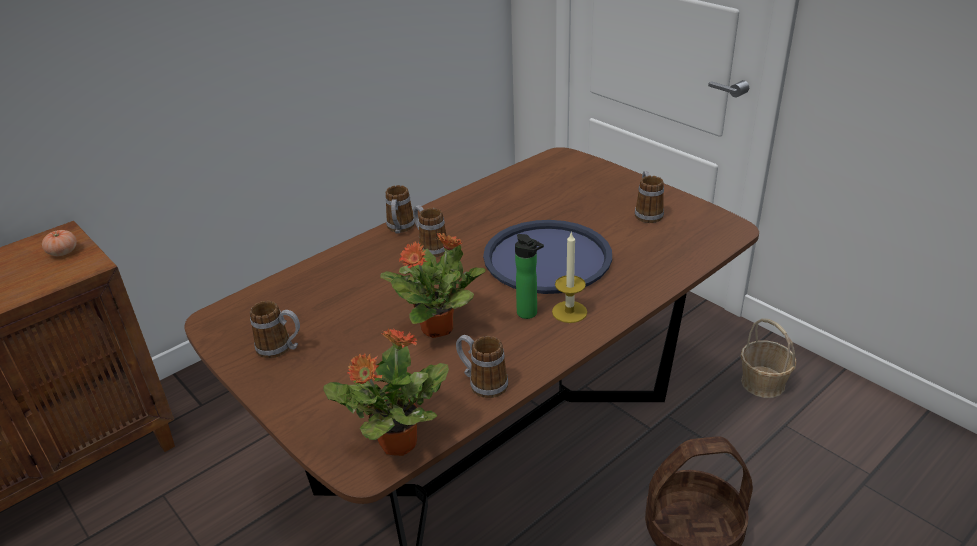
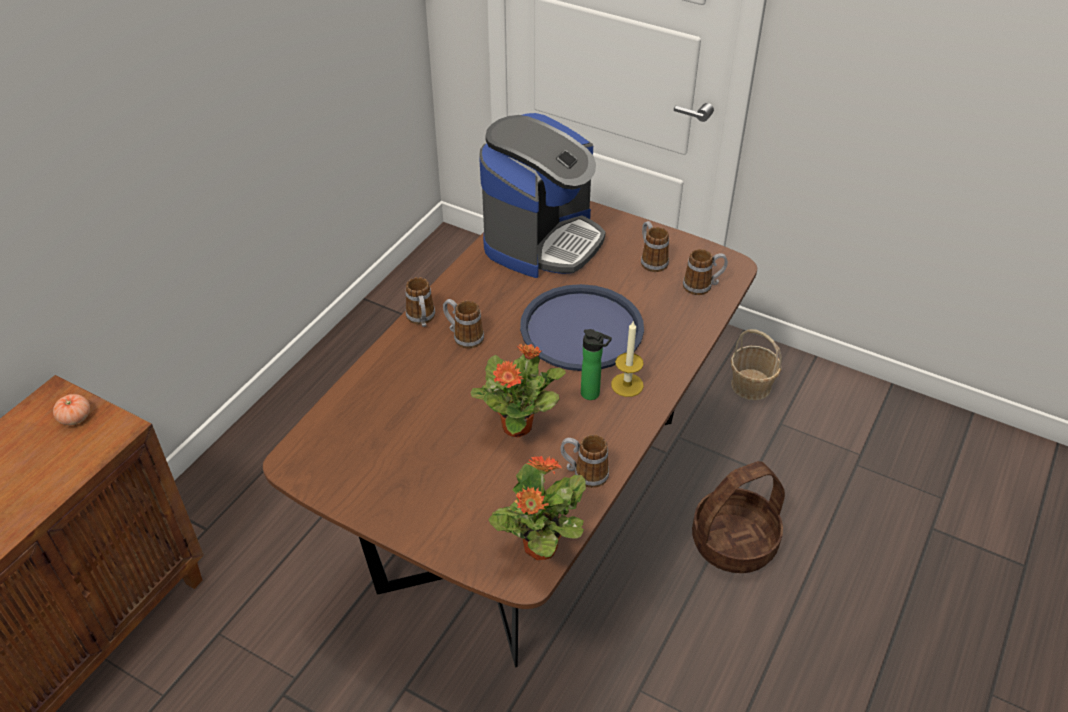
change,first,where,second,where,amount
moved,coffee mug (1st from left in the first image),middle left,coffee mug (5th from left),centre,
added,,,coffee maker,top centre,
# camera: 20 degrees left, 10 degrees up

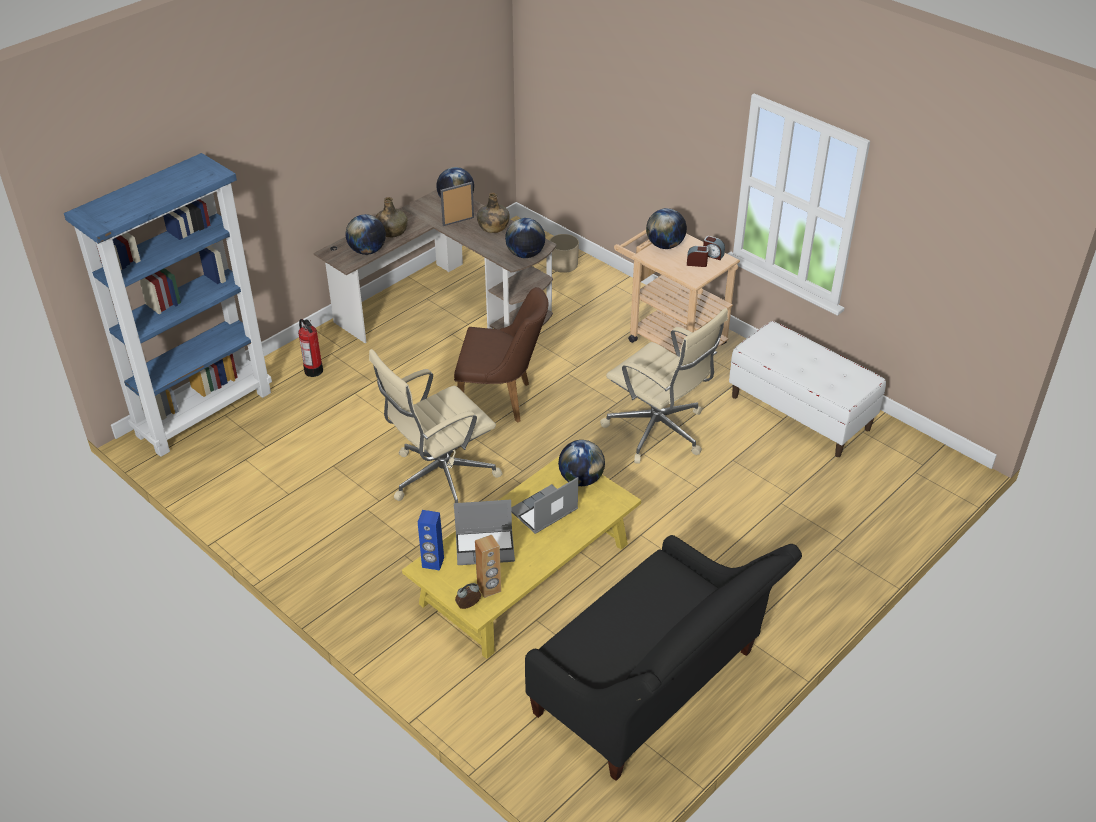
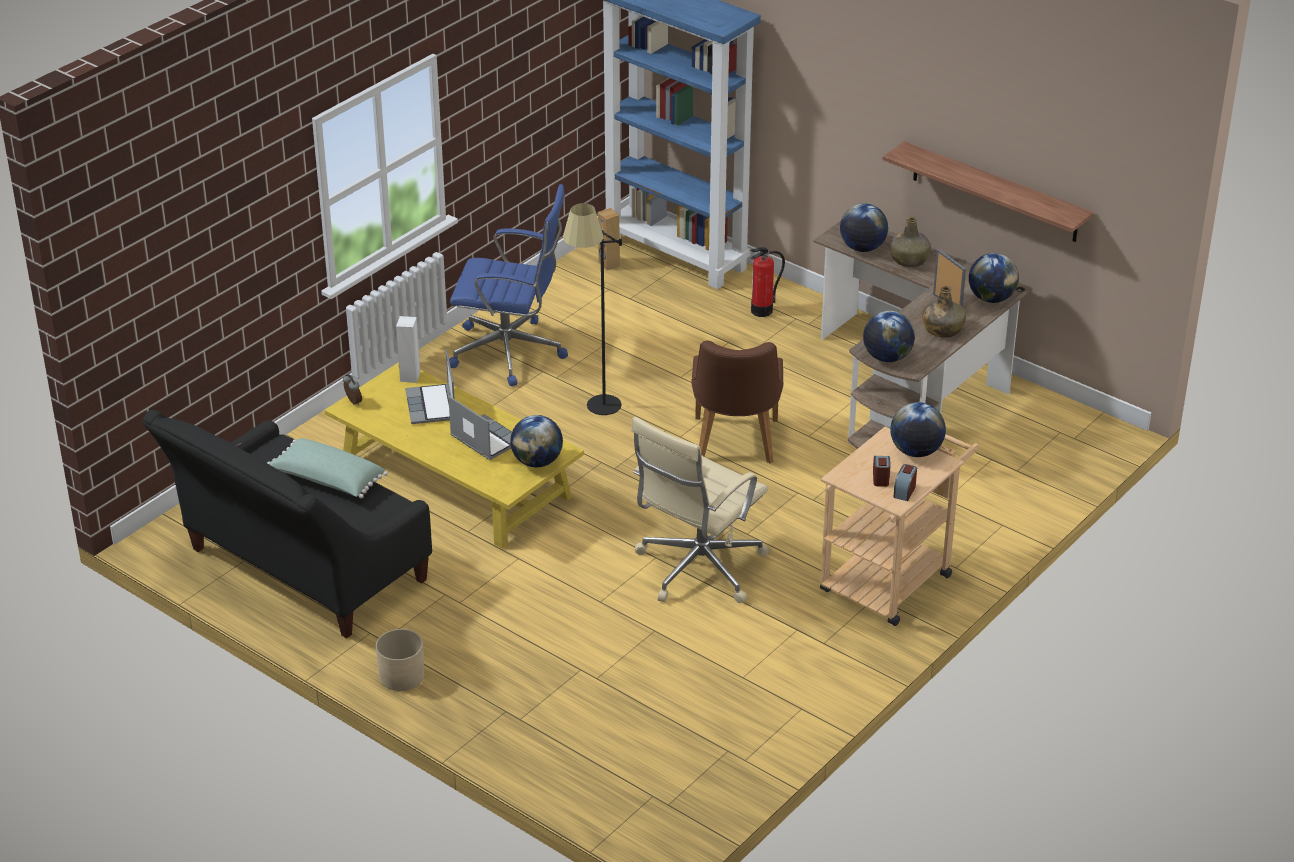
change,first,where,second,where,amount
replaced,beige desk chair (1st from left),centre,black-coloured floor lamp,centre,
recoloured,bluish speaker,centre,white speaker,middle left,
moved,brown-coloured speaker,bottom centre,,top centre,
moved,beige plant pot,top centre,,bottom left,
removed,white long seat,middle right,,,
added,,,green-coloured pillow,middle left,
added,,,bluish desk chair,top centre,
added,,,bracket shelf,top right,
# camera: 85 degrees right, 5 degrees down

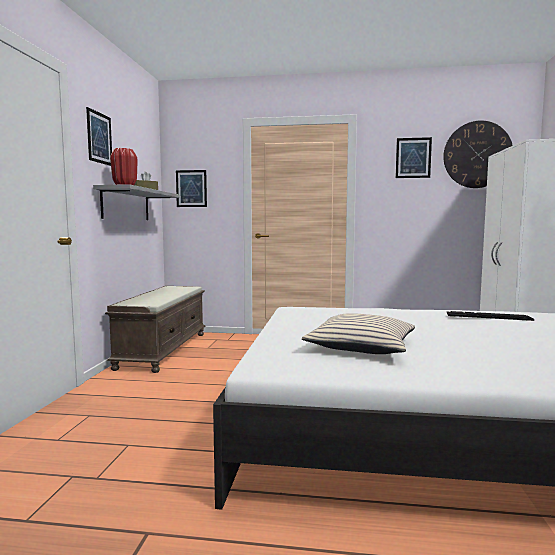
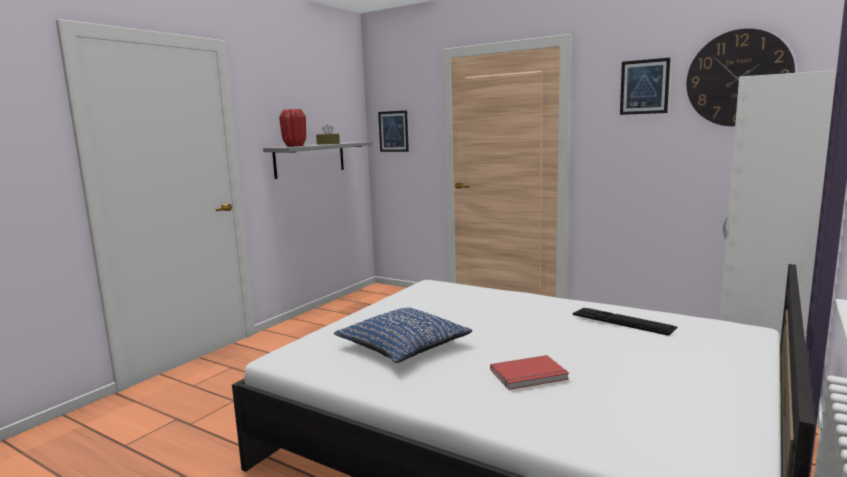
change,first,where,second,where,amount
removed,wall picture (1st from left),top left,,,
removed,brown-coloured long seat,middle left,,,
recoloured,beige pillow,centre,bluish pillow,bottom centre,
added,,,red-coloured bound book,bottom centre,
# camera: 25 degrees right, 5 degrees up

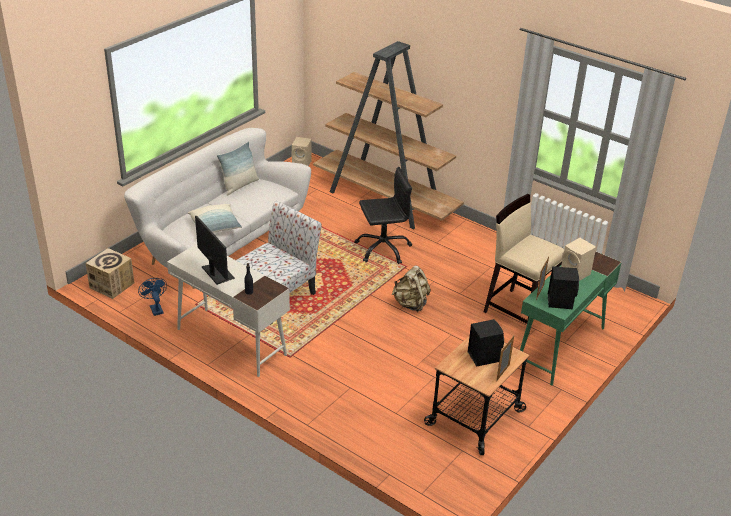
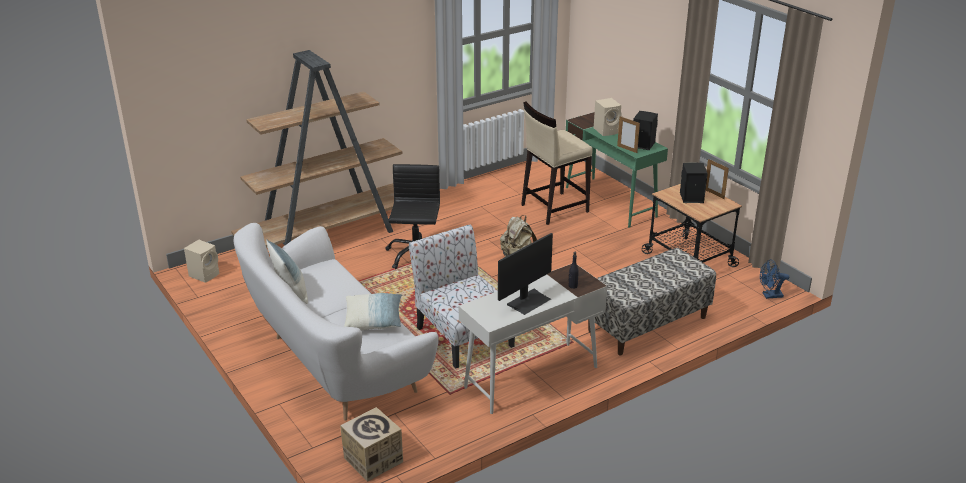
change,first,where,second,where,amount
moved,bluish electric fan,middle left,,middle right,
turned,monitor,middle left,,centre,150 degrees clockwise
added,,,long seat,middle right,
# camera: 70 degrees left, 5 degrees down

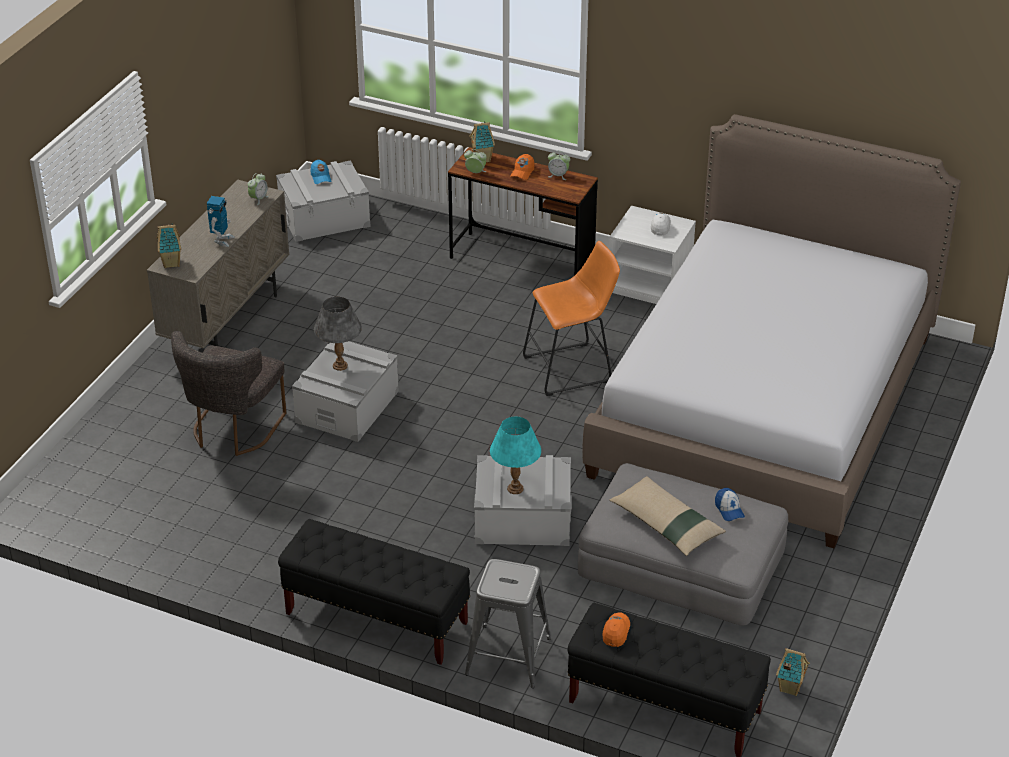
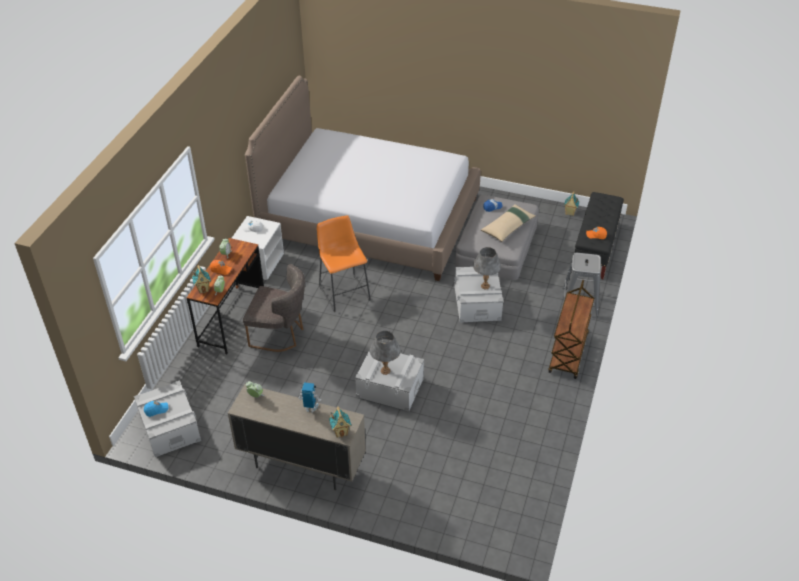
change,first,where,second,where,amount
moved,grey chair,middle left,,centre,
replaced,black-coloured long seat (1st from left),bottom centre,brown-coloured trolley,middle right,
recoloured,turquoise-coloured table lamp,centre,grey table lamp (2nd from left),centre,
# camera: 95 degrees left, 5 degrees up

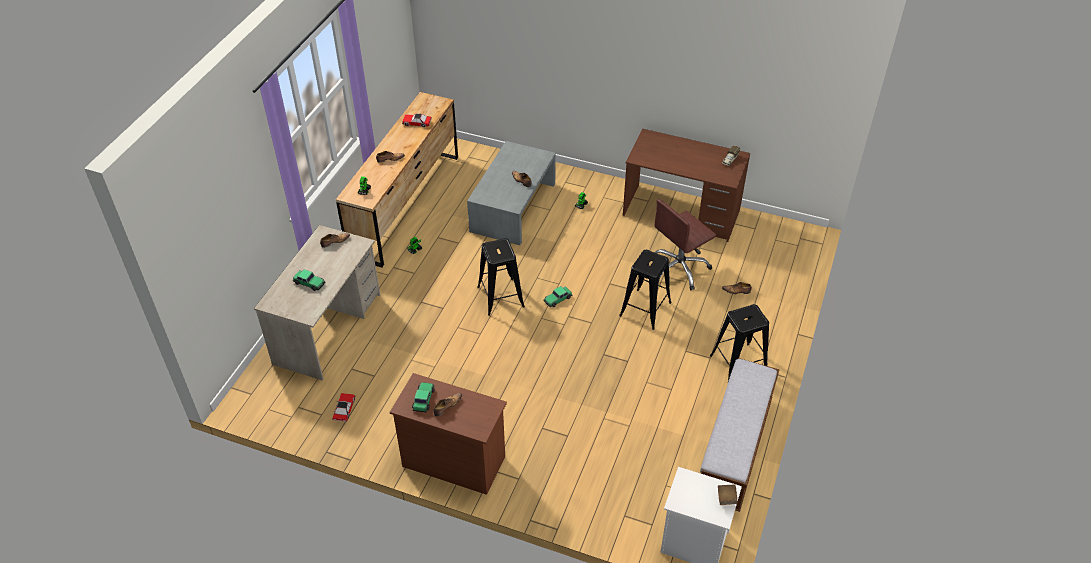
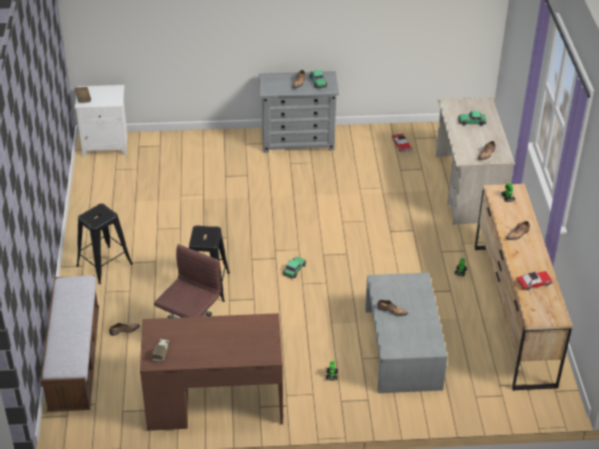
change,first,where,second,where,amount
recoloured,brown-coloured dresser (2nd from left),bottom centre,grey dresser,top centre,
removed,black-coloured stool (1st from left),centre,,,
moved,long seat,bottom right,,bottom left,
# camera: 155 degrees right, 5 degrees down

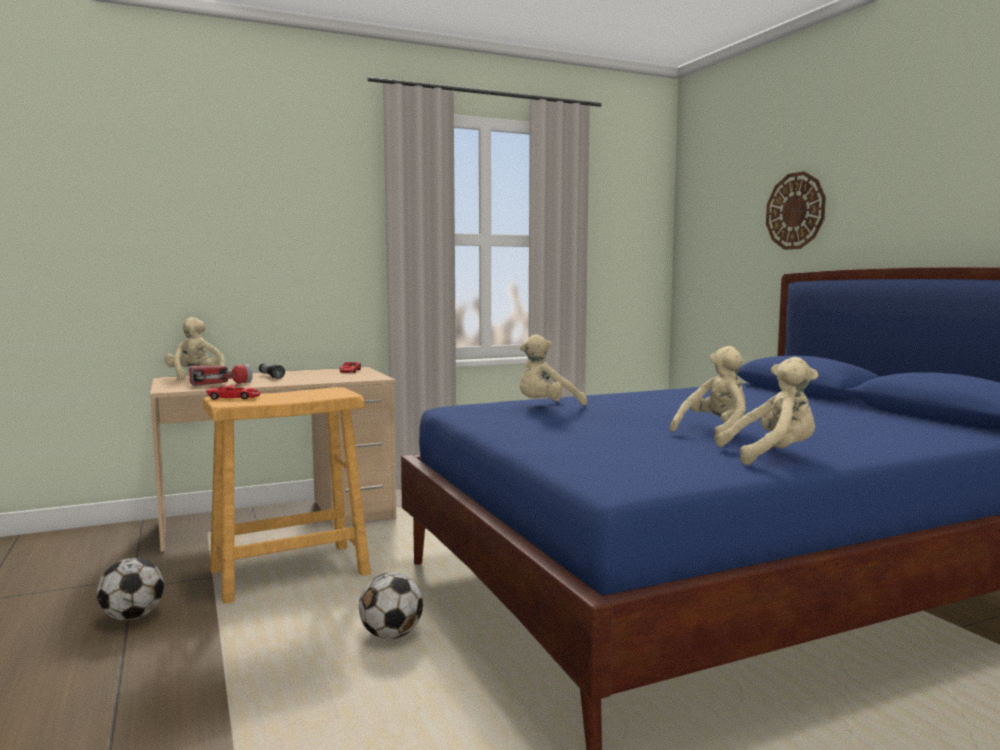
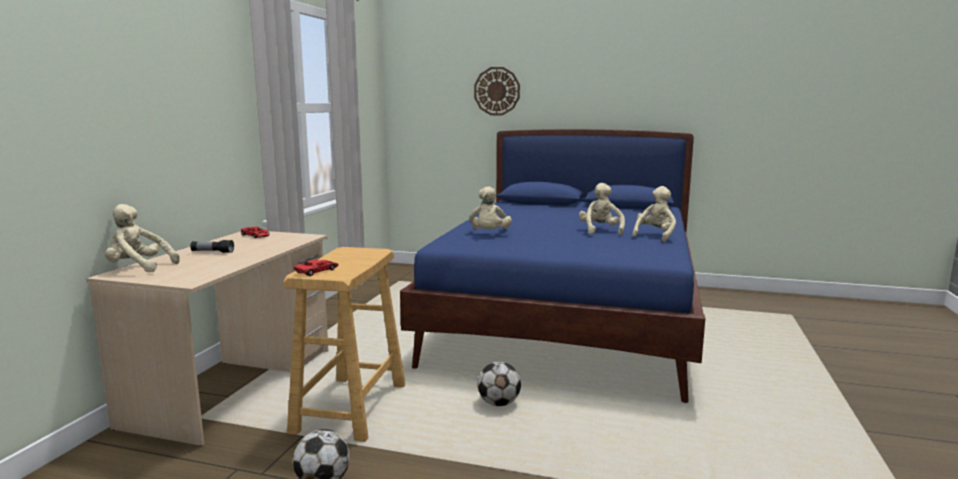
change,first,where,second,where,amount
removed,flashlight (1st from left),middle left,,,
# camera: 50 degrees left, 5 degrees up

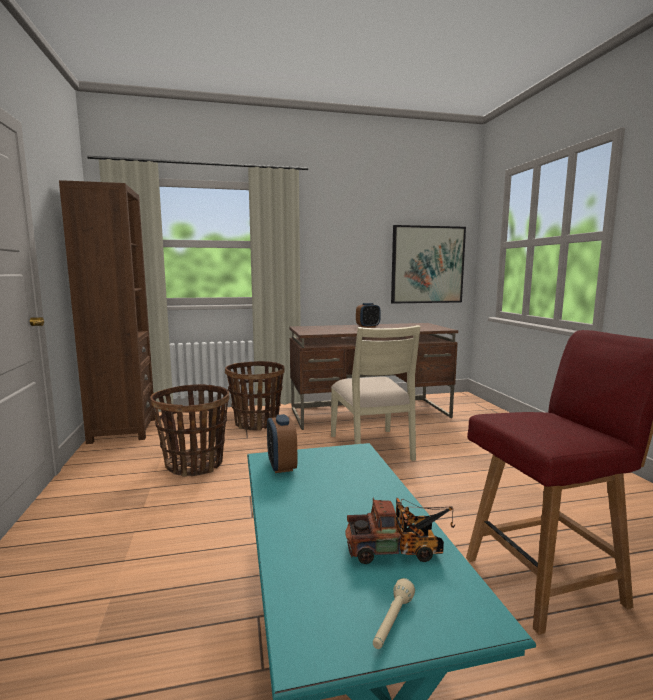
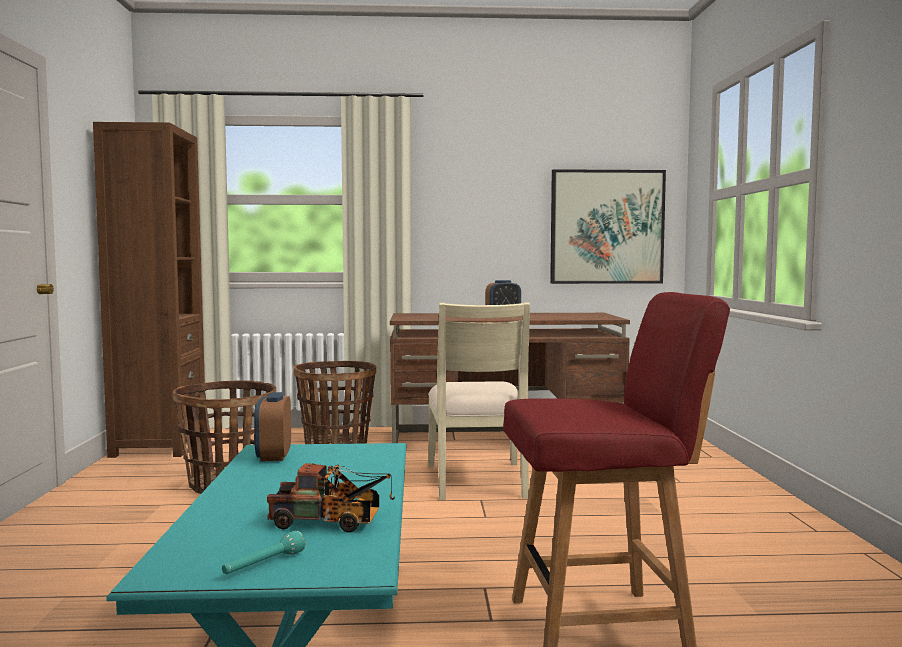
change,first,where,second,where,amount
recoloured,beige flashlight,bottom centre,turquoise-coloured flashlight,bottom left,
# camera: 10 degrees right, 5 degrees down

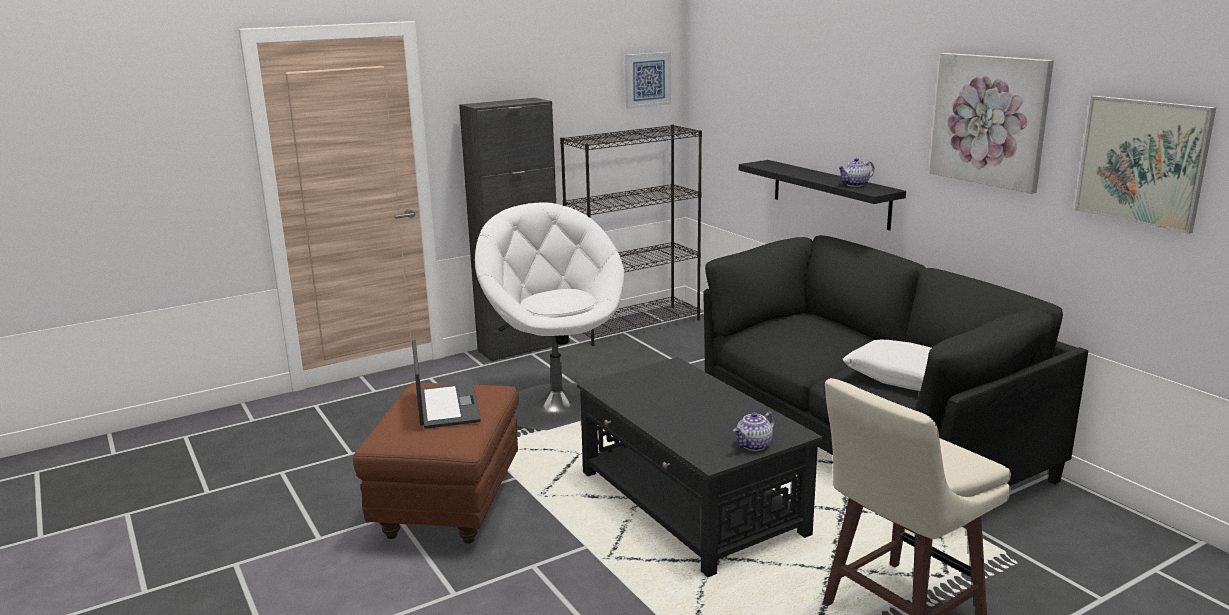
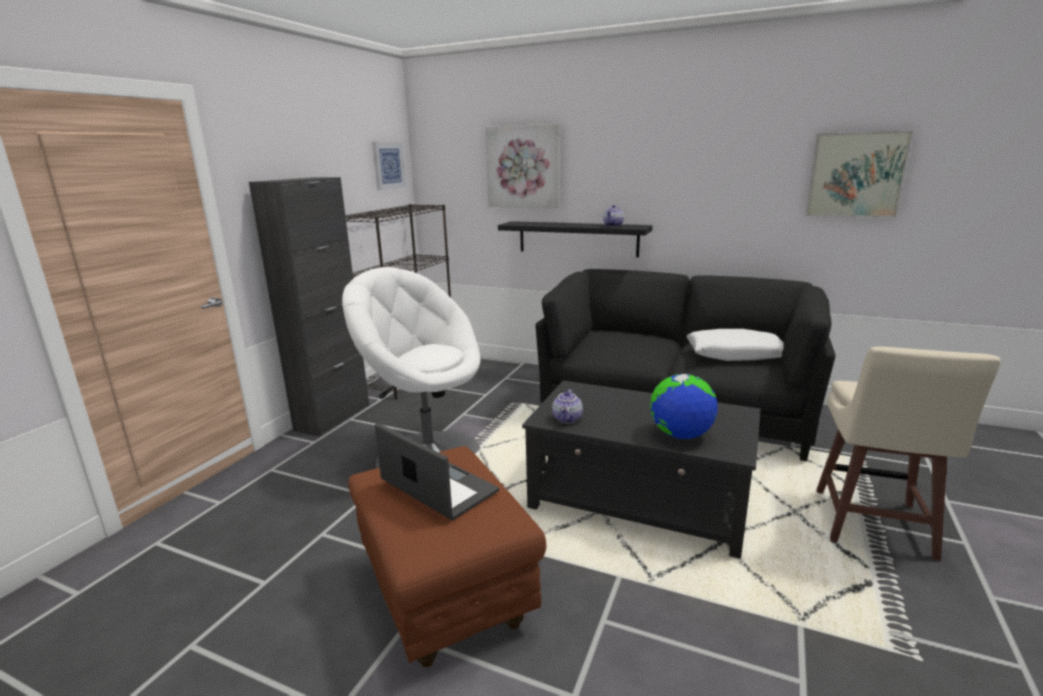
change,first,where,second,where,amount
moved,pot for tea (1st from left),bottom centre,,centre,
moved,wall picture (2nd from left),top right,,top centre,
added,,,world globe,centre,
# camera: 35 degrees left, 0 degrees up

